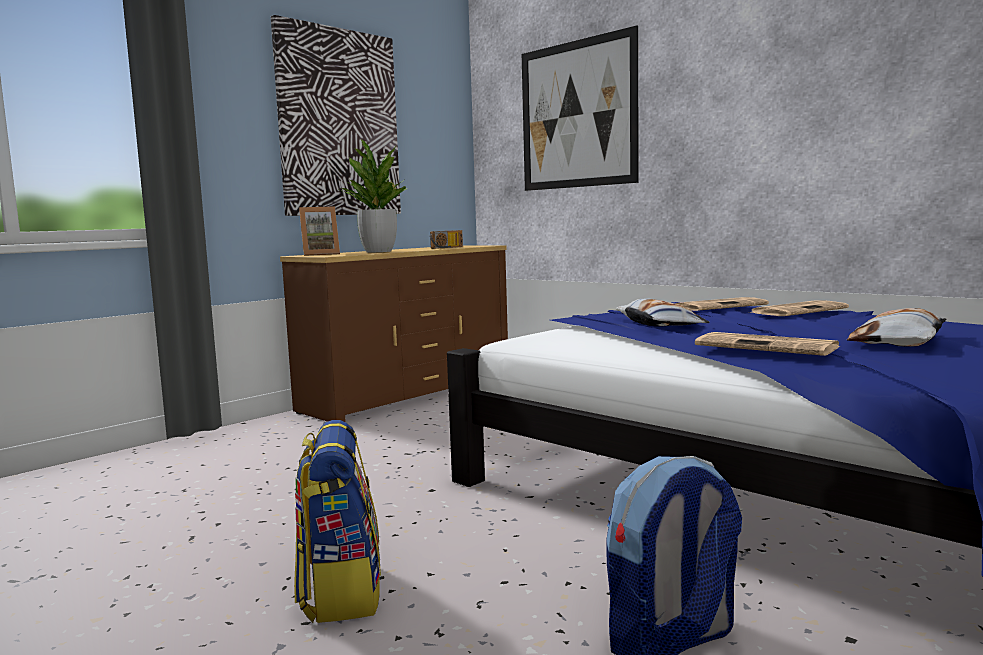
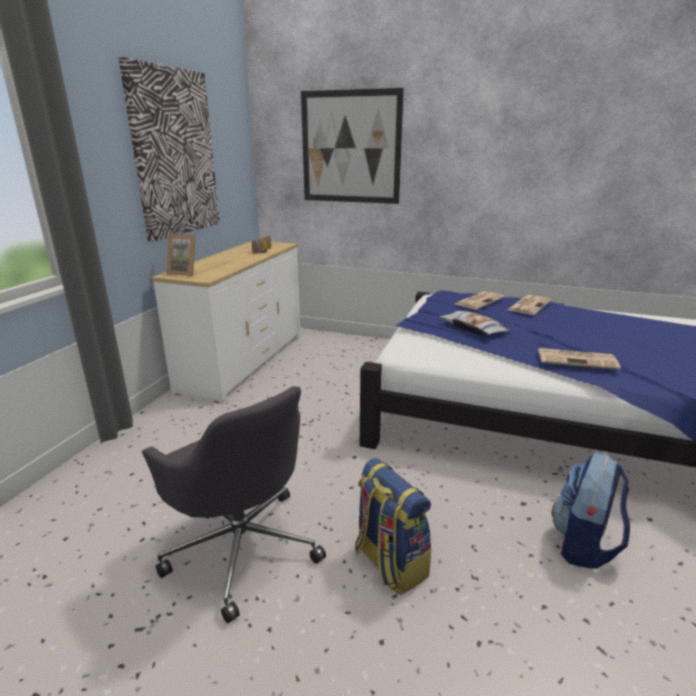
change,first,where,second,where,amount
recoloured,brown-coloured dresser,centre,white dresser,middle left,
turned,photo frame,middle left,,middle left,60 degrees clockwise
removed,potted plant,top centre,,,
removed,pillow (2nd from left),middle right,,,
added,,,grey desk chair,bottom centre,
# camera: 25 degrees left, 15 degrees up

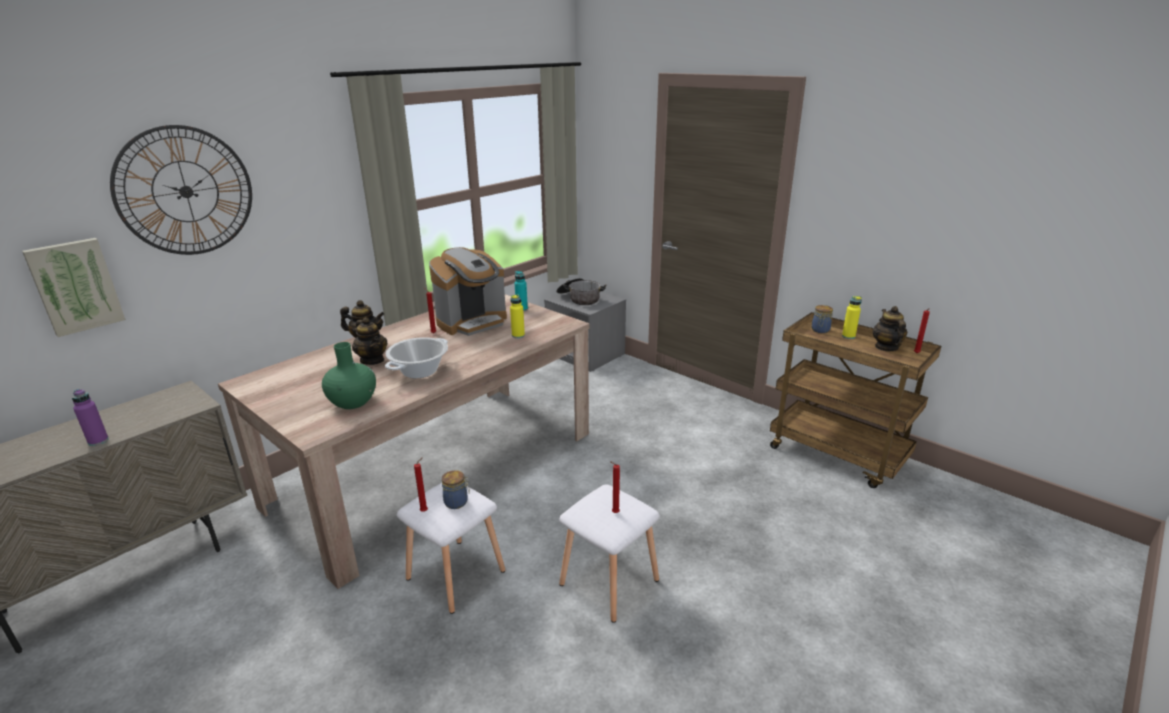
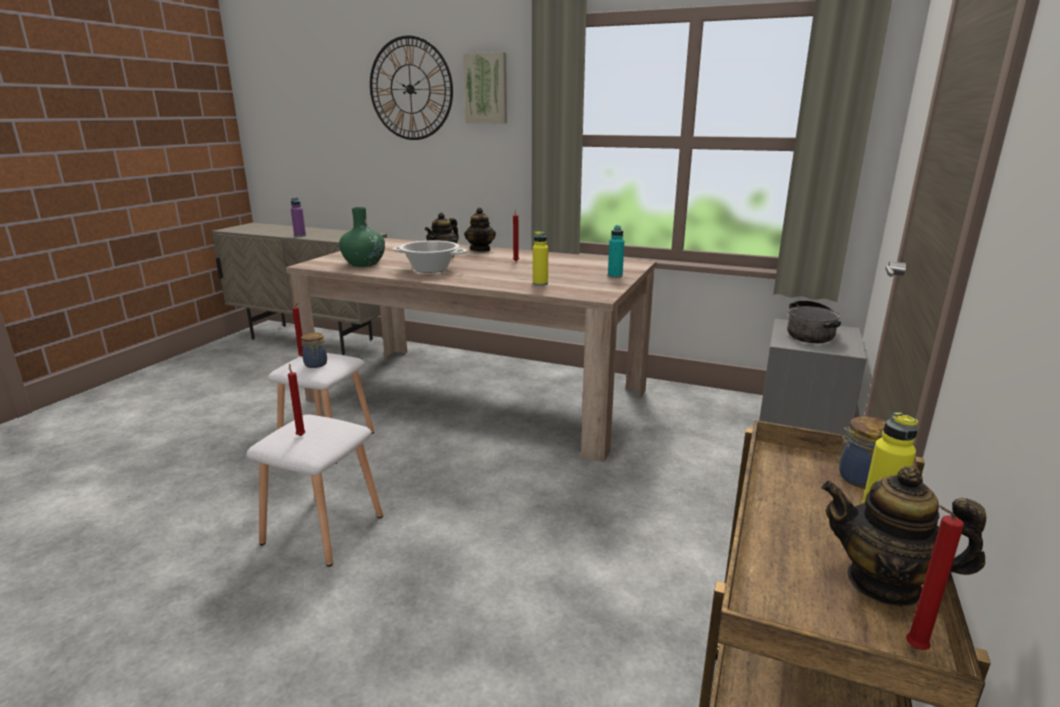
change,first,where,second,where,amount
moved,wall picture,middle left,,top centre,
removed,coffee maker,centre,,,
turned,pot for tea (3rd from left),middle right,,bottom right,135 degrees counterclockwise
# camera: 70 degrees right, 5 degrees down

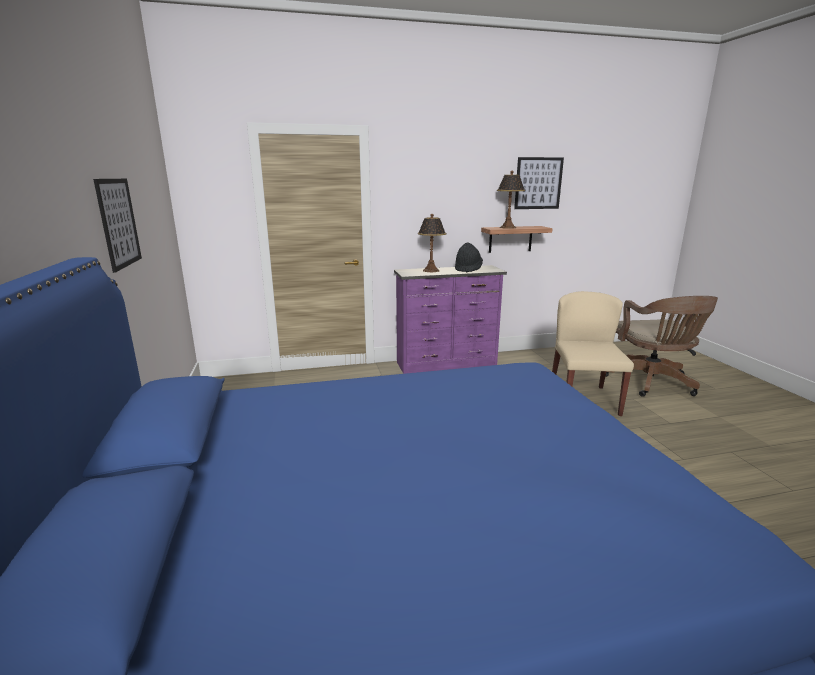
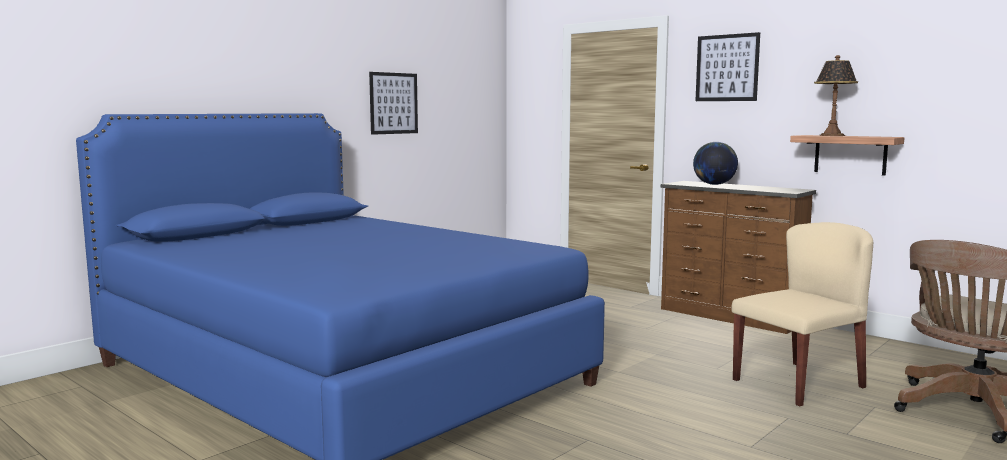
change,first,where,second,where,amount
recoloured,purple-coloured dresser,centre,brown-coloured dresser,middle right,
replaced,table lamp (1st from left),centre,world globe,middle right,
removed,black-coloured clothing hat,centre,,,
moved,wall picture (2nd from left),top centre,,top right,
# camera: 55 degrees right, 10 degrees down

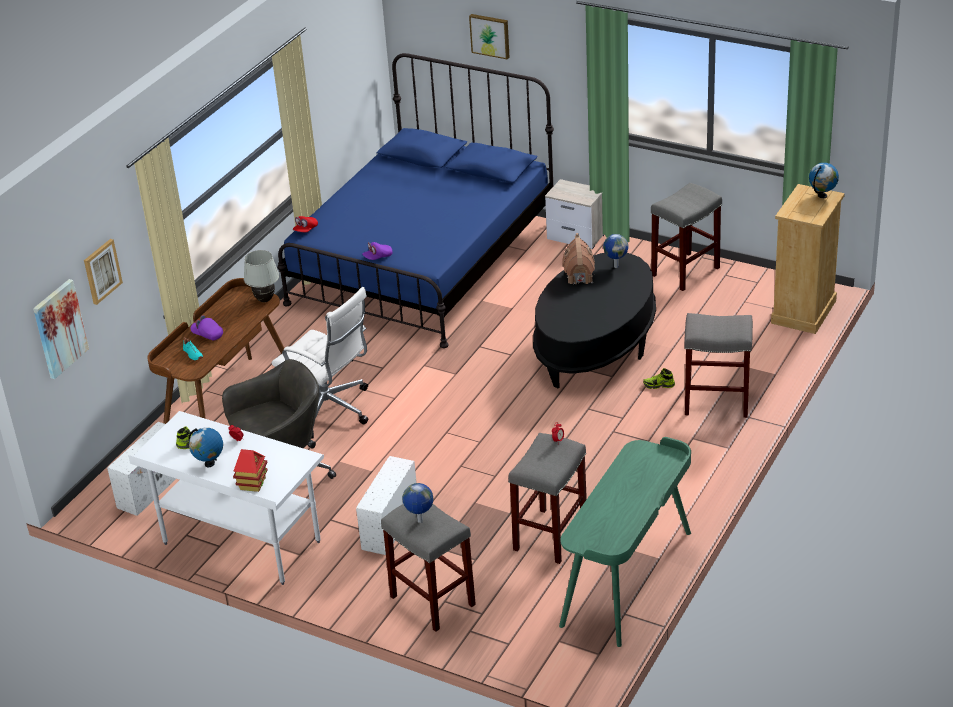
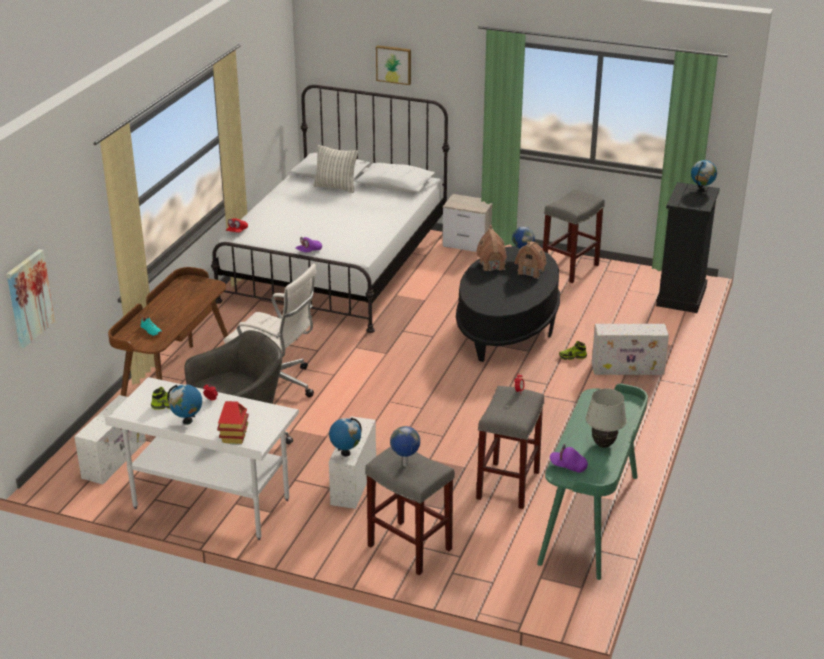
change,first,where,second,where,amount
removed,wall picture (2nd from left),middle left,,,
moved,purple-coloured peaked cap (1st from left in the first image),middle left,purple-coloured peaked cap (2nd from left),bottom right,
moved,white table lamp,middle left,,middle right,
recoloured,bluish bedroom bed,top centre,white bedroom bed,top centre,
replaced,grey stool (4th from left),middle right,white storage container (3rd from left),middle right,
recoloured,beige dresser,middle right,black-coloured dresser,middle right,
added,,,pillow,top centre,
added,,,world globe (2nd from left),centre,
added,,,miniature house (3rd from left),centre,
# camera: 10 degrees left, 5 degrees down

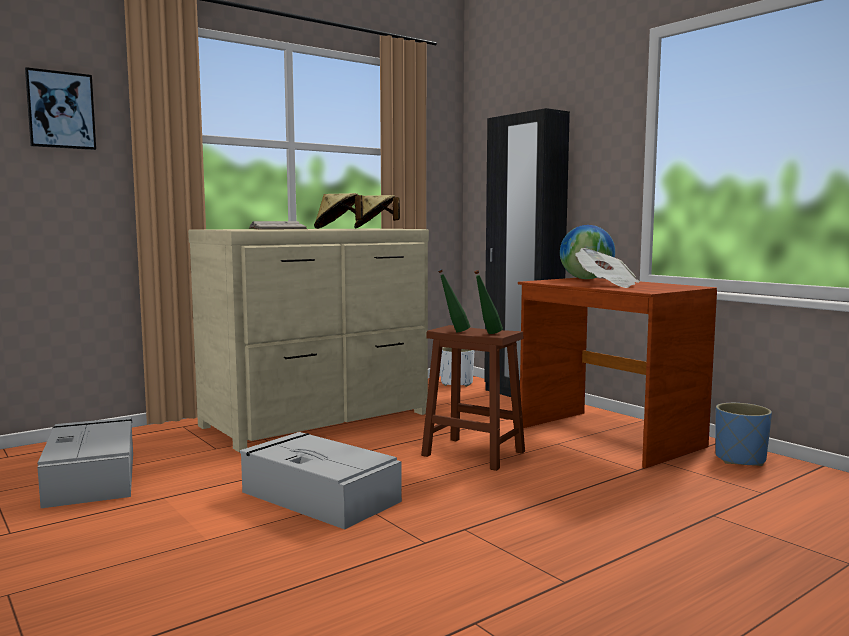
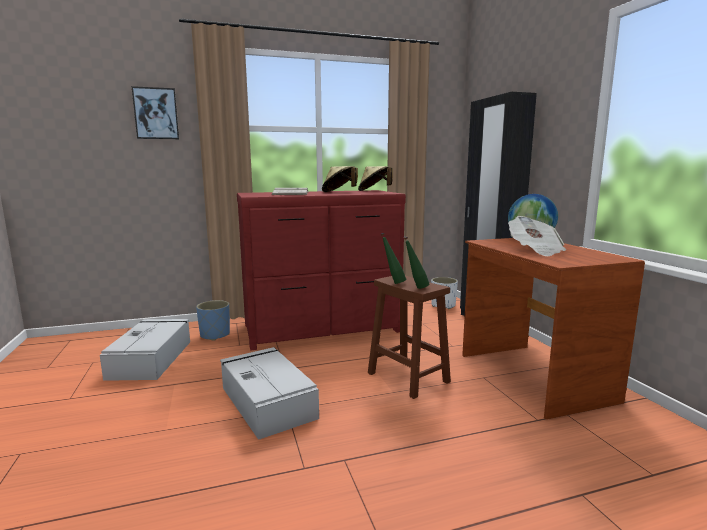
change,first,where,second,where,amount
recoloured,beige dresser,centre,red-coloured dresser,centre,
moved,bluish plant pot,bottom right,,middle left,
# camera: 20 degrees right, 5 degrees up

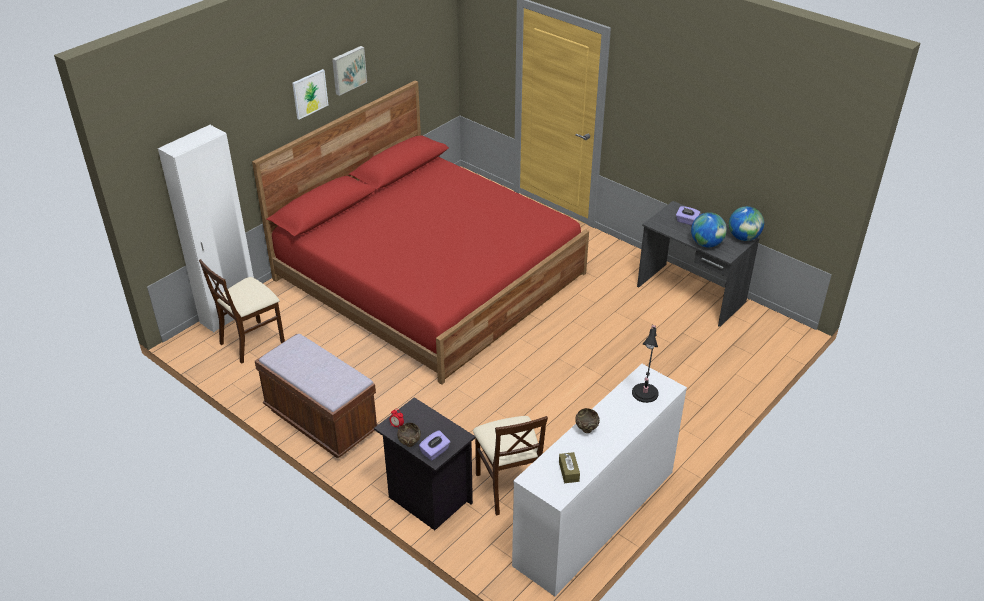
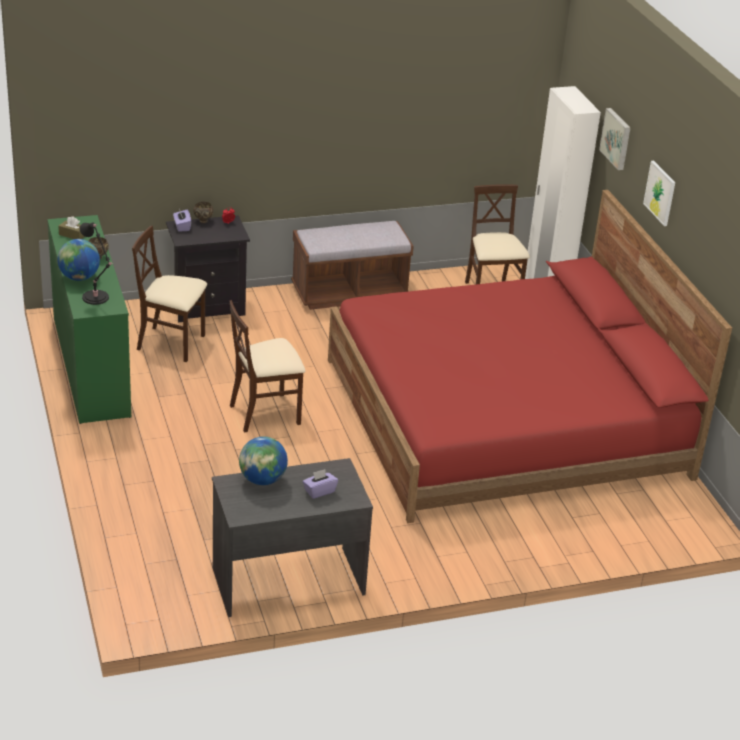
change,first,where,second,where,amount
moved,wall picture (2nd from left in the first image),top centre,wall picture (1st from left),top right,
recoloured,white dresser,bottom centre,green-coloured dresser,middle left,
moved,world globe (2nd from left in the first image),middle right,world globe (1st from left),middle left,
added,,,beige chair (2nd from left),centre,
# camera: 120 degrees right, 5 degrees down

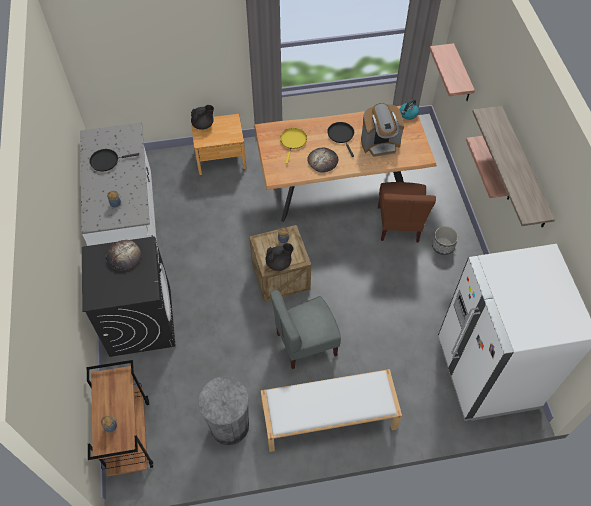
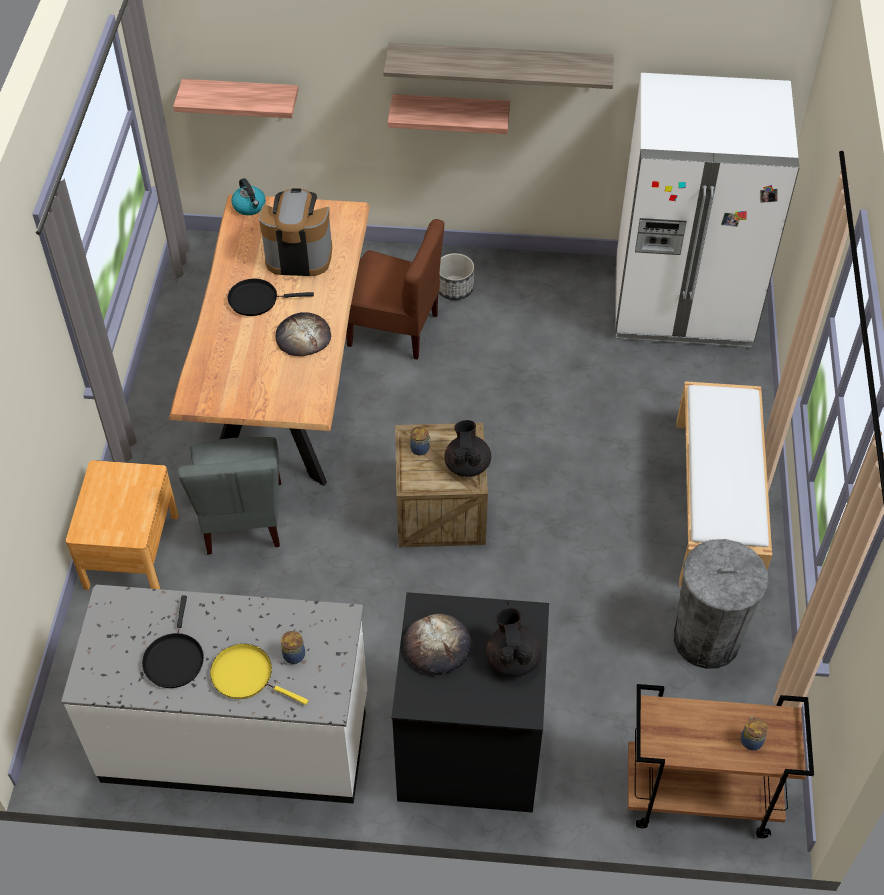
change,first,where,second,where,amount
moved,black-coloured pot for tea (1st from left in the first image),top centre,black-coloured pot for tea (2nd from left),bottom centre,
moved,grey chair,centre,,middle left,
moved,yellowish frying pan,top centre,,bottom left,
turned,coffee maker,top centre,,top centre,90 degrees counterclockwise
# camera: 75 degrees left, 5 degrees down

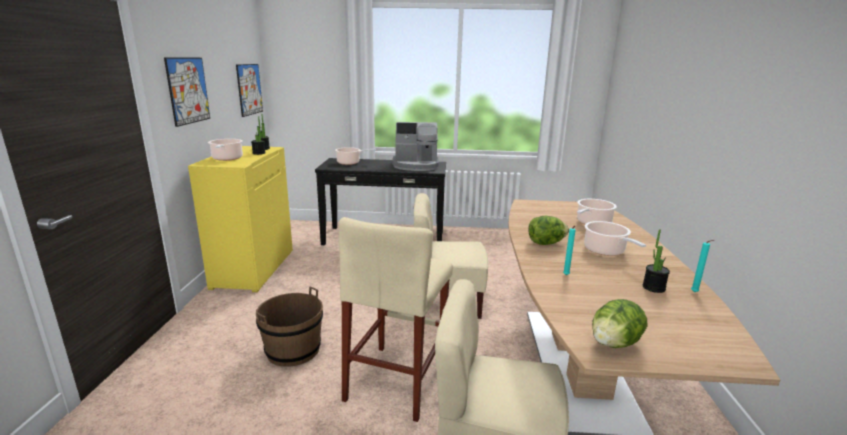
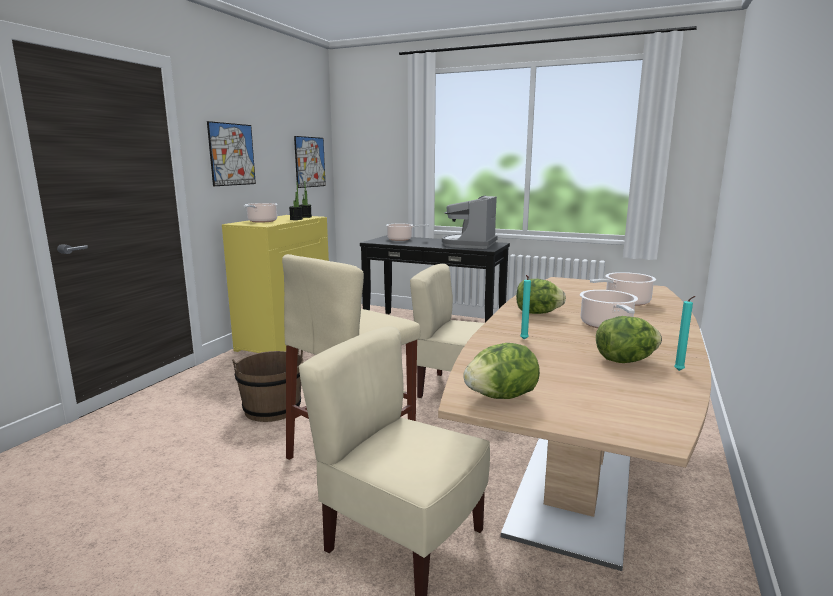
change,first,where,second,where,amount
turned,coffee maker,centre,,centre,90 degrees clockwise
replaced,potted plant (3rd from left),middle right,head of lettuce (3rd from left),middle right,
# camera: 20 degrees right, 5 degrees down

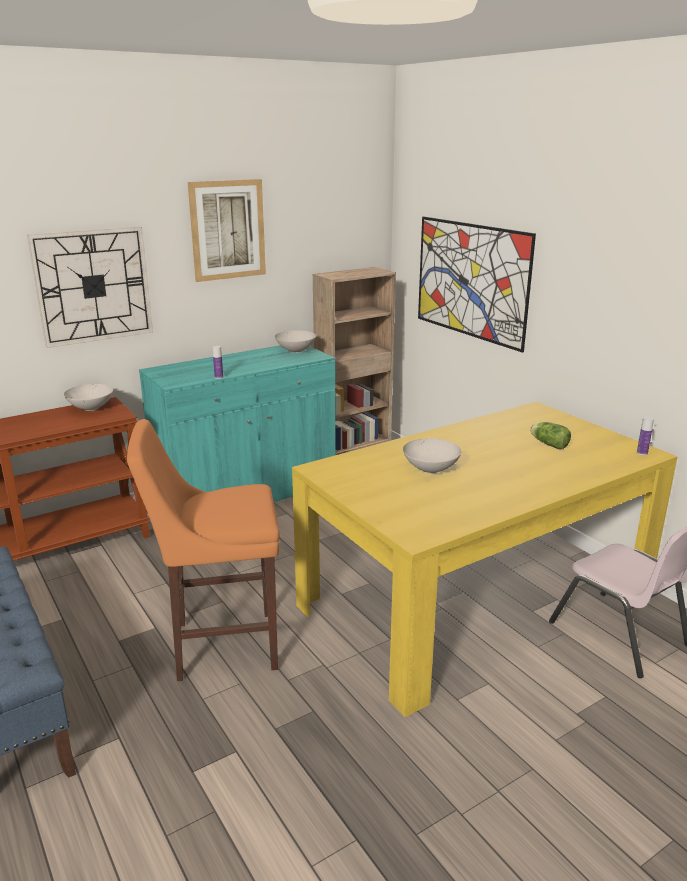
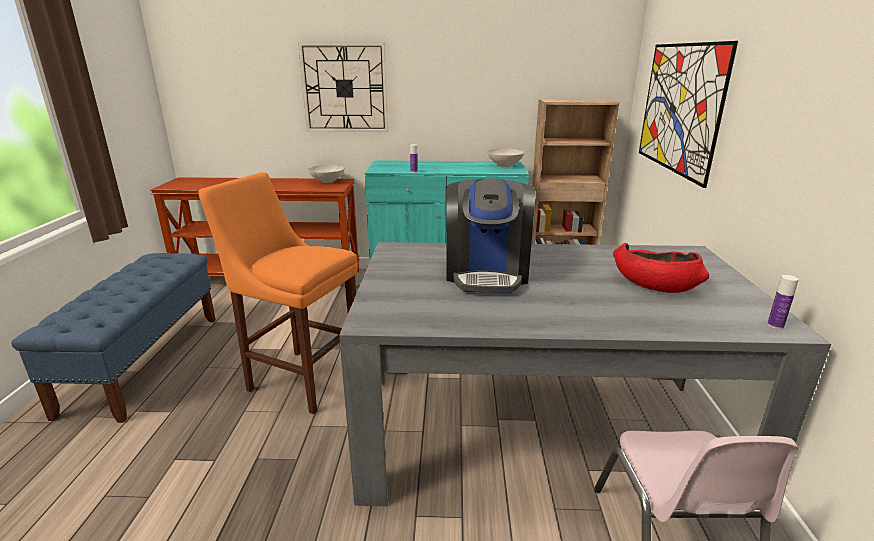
change,first,where,second,where,amount
removed,wall picture (1st from left),top left,,,
recoloured,yellowish dining table,middle right,grey dining table,bottom right,
replaced,white deep dish (3rd from left),centre,coffee maker,centre,
replaced,head of lettuce,middle right,red-coloured deep dish,middle right,
# camera: 35 degrees right, 0 degrees up

